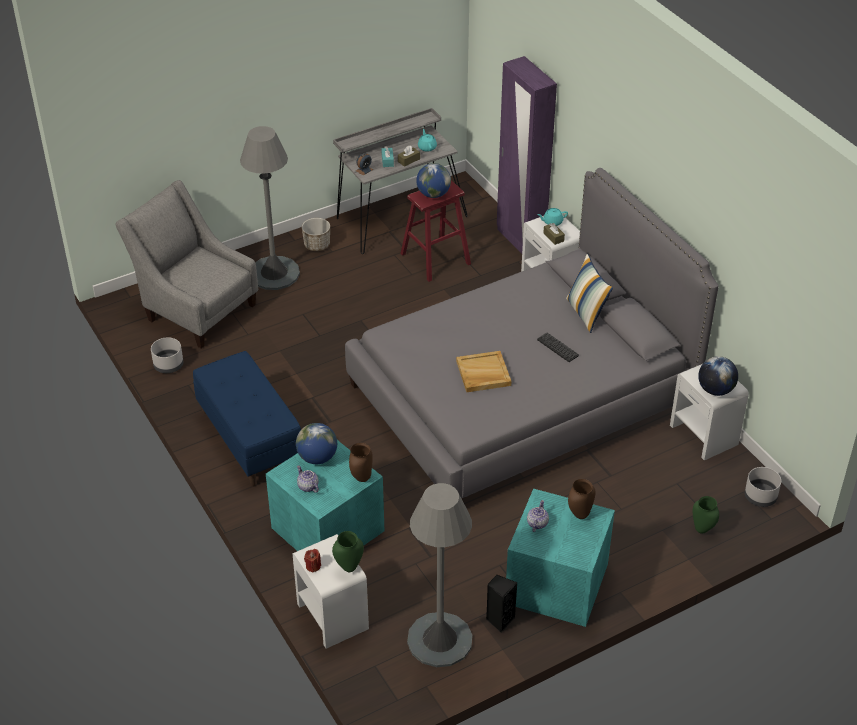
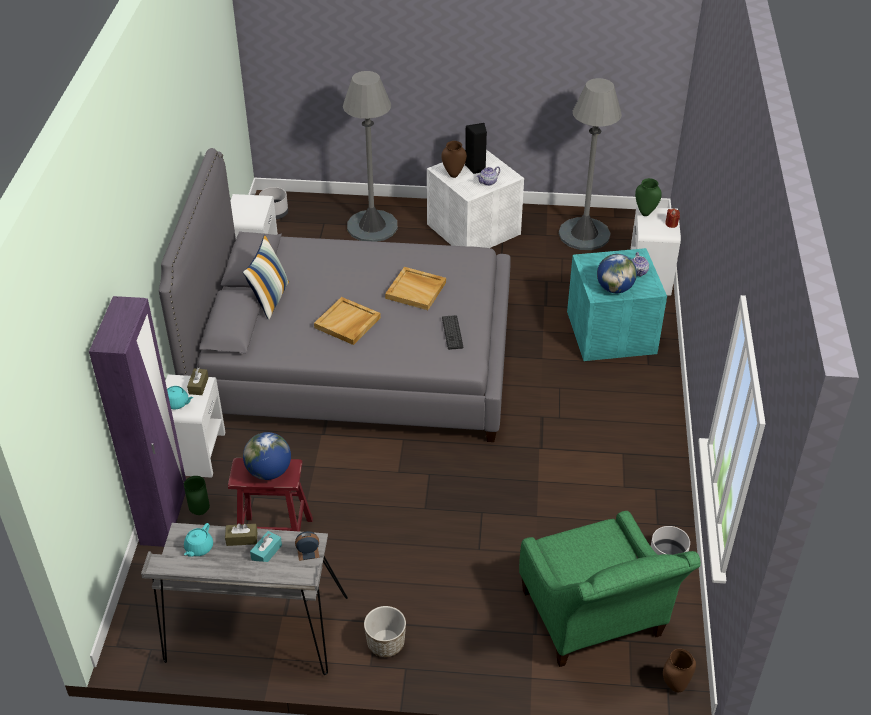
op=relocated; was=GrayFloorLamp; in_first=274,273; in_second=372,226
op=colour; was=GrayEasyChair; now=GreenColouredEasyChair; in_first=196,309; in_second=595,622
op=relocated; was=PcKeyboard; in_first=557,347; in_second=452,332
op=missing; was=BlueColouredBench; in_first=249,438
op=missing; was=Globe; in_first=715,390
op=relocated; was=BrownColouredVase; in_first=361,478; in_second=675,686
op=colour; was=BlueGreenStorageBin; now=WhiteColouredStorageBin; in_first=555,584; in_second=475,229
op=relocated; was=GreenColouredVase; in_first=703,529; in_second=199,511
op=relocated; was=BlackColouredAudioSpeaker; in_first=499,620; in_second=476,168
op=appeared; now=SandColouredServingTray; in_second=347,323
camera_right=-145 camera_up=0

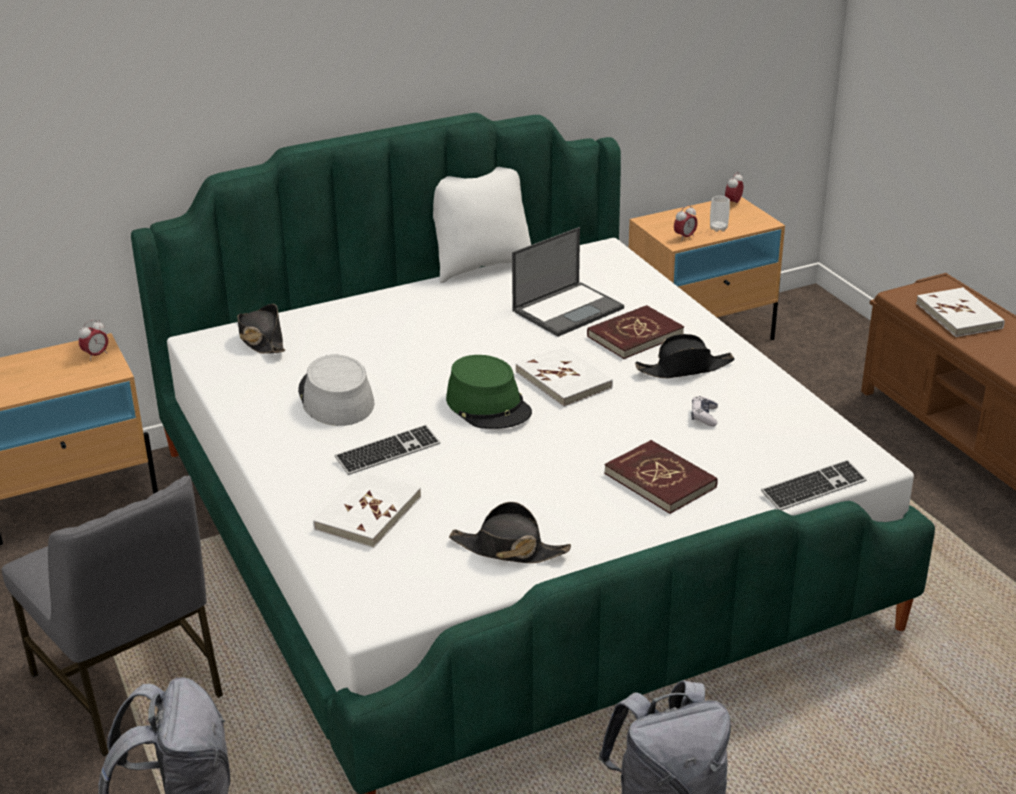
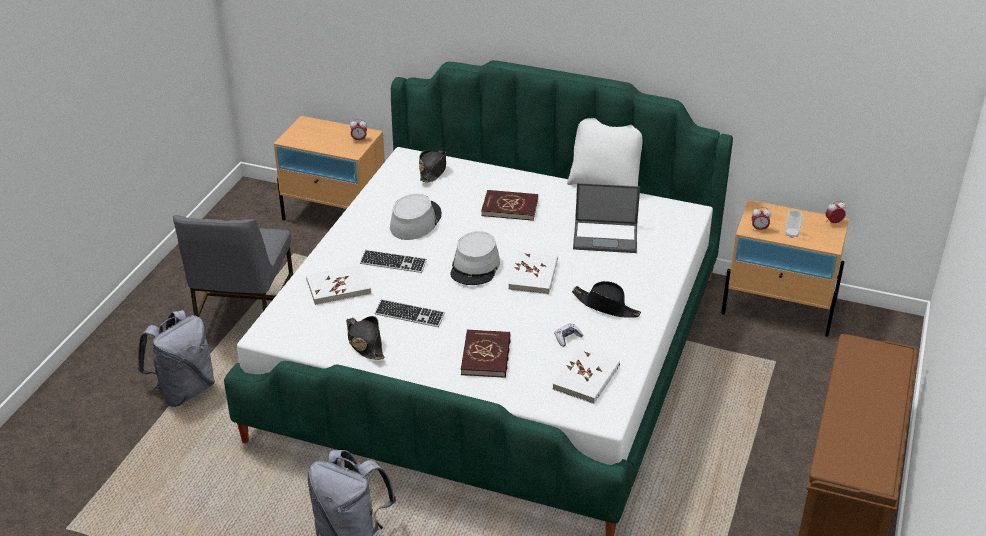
op=relocated; was=WhiteColouredBoundBook; in_first=959,316; in_second=586,378
op=relocated; was=RedBoundBook; in_first=634,335; in_second=510,207
op=colour; was=GreenColouredClothingHat; now=GrayClothingHat; in_first=489,406; in_second=475,267
op=relocated; was=PcKeyboard; in_first=813,488; in_second=409,315
camera_right=45 camera_up=5

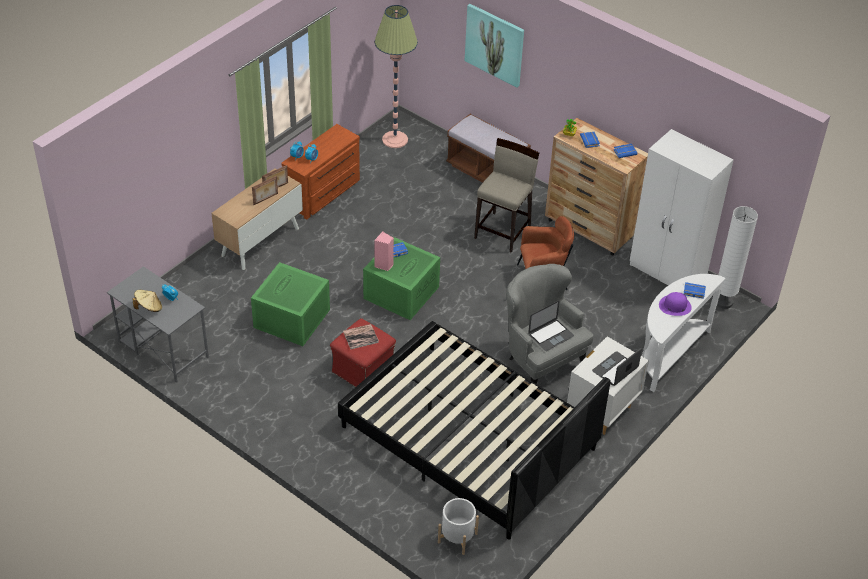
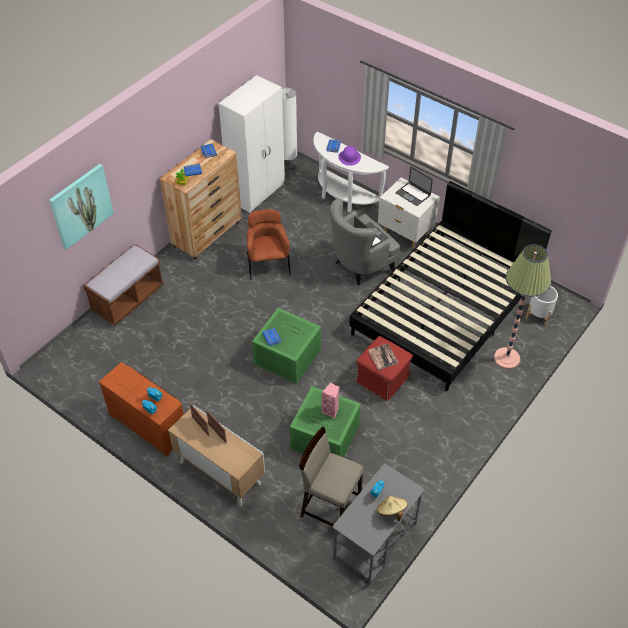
op=relocated; was=FloorLamp; in_first=395,140; in_second=507,358
op=relocated; was=SandColouredSittingStool; in_first=503,232; in_second=330,508
op=relocated; was=PinkAudioSpeaker; in_first=384,265; in_second=331,410
camera_right=-90 camera_up=5

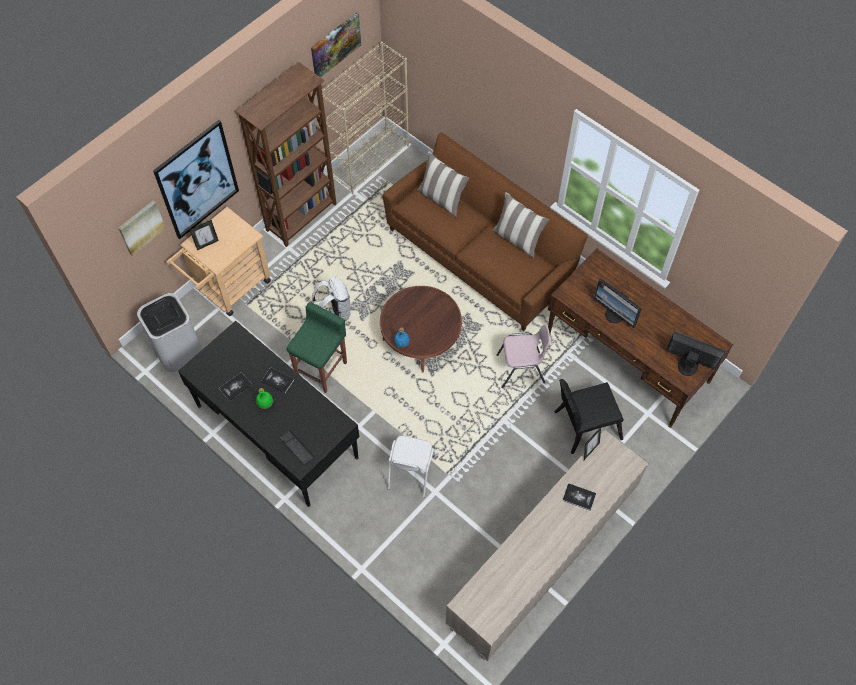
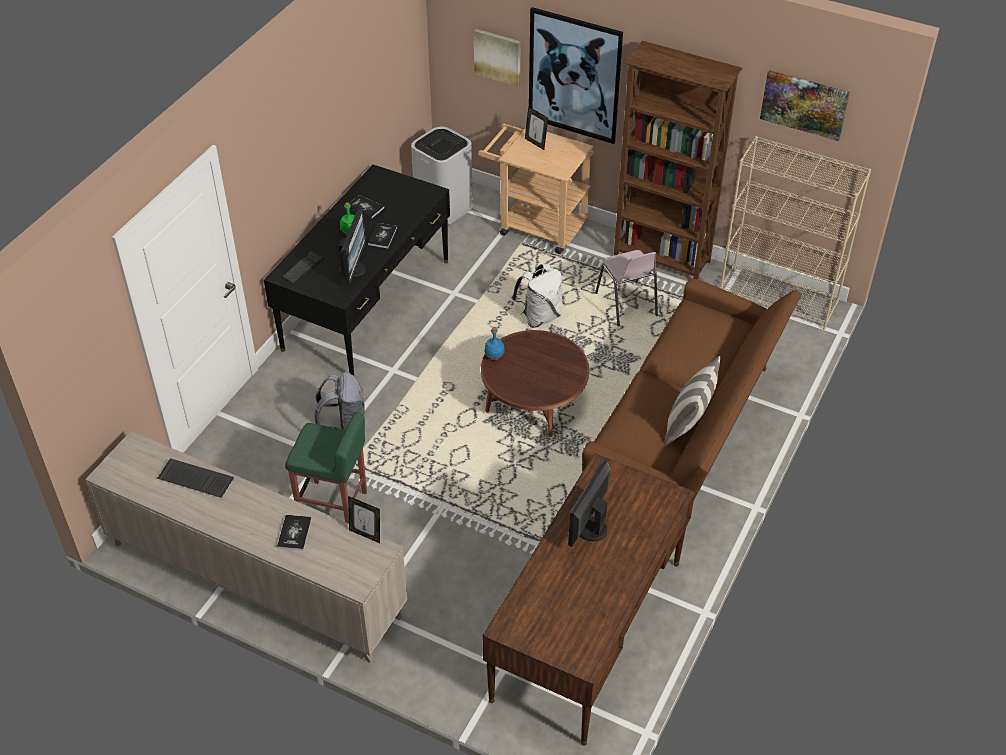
op=missing; was=Cushion; in_first=442,199
op=relocated; was=GreenColouredSittingStool; in_first=322,369; in_second=333,505
op=relocated; was=PinkUprightChair; in_first=521,369; in_second=626,305
op=relocated; was=Monitor; in_first=687,365; in_second=354,269
op=missing; was=BlackColouredUprightChair; in_first=583,425
op=exchanged; was=WhiteColouredUprightChair; now=GrayKnapsack; in_first=410,472; in_second=344,428
op=appeared; now=PcKeyboard; in_second=194,479
camera_right=75 camera_up=-15

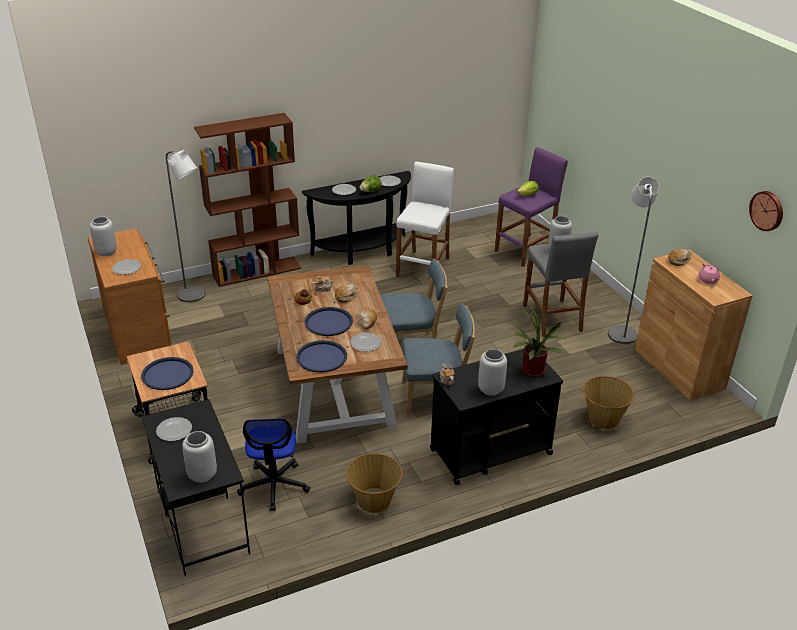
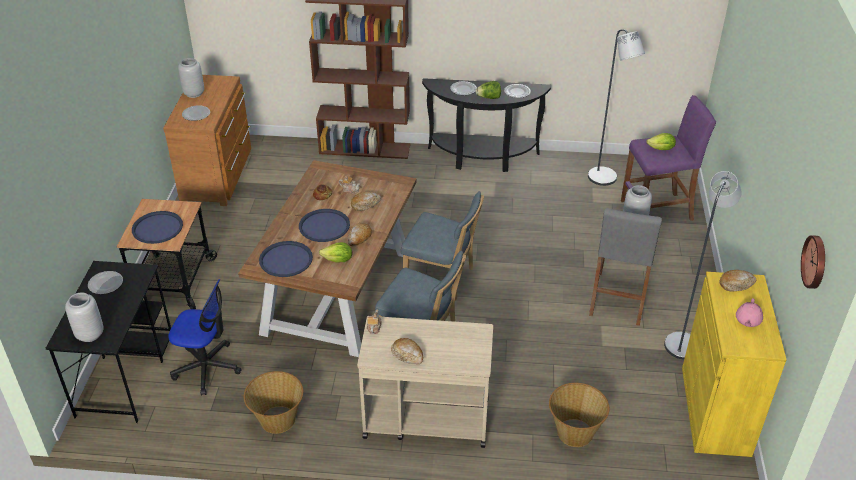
op=relocated; was=GrayFloorLamp; in_first=195,296; in_second=605,180
op=missing; was=WhiteColouredSittingStool; in_first=423,267
op=colour; was=BrownColouredStorageCabinet; now=YellowStorageCabinet; in_first=679,368; in_second=715,410
op=missing; was=Houseplant; in_first=531,371
op=exchanged; was=FlatDish; now=HeadOfLettuce; in_first=366,343; in_second=338,260
op=colour; was=BlackColouredWheeledCart; now=SandColouredWheeledCart; in_first=489,451; in_second=425,418
op=exchanged; was=GrayVase; now=Bread; in_first=491,389; in_second=407,355
op=spun; was=OfficeChair; in_first=274,486; in_second=207,368; clockwise=-105
camera_right=30 camera_up=5

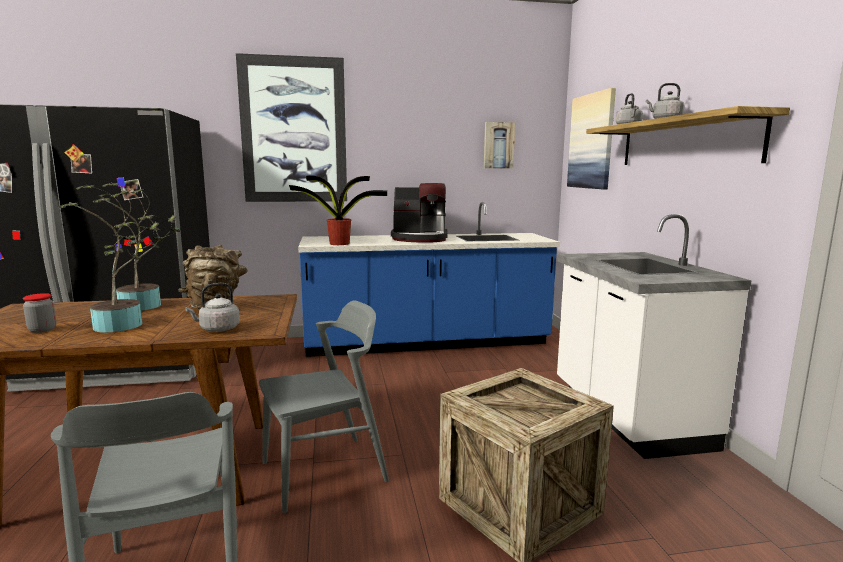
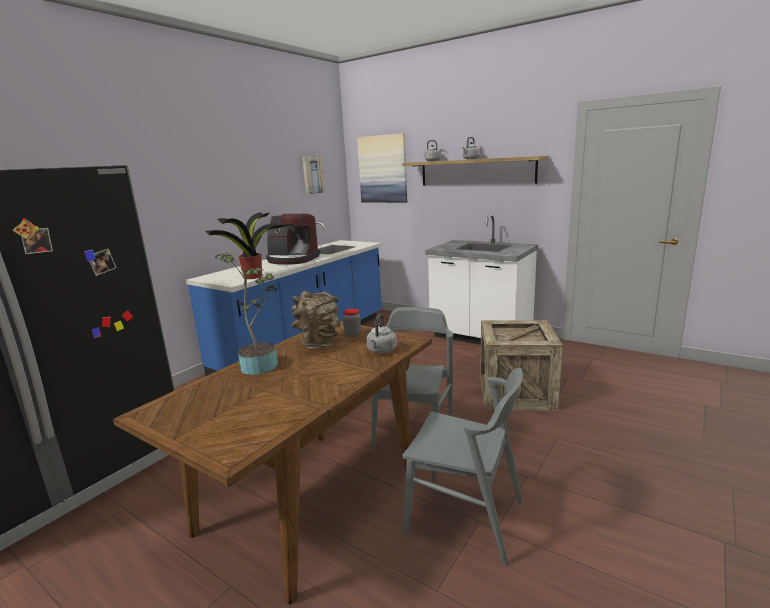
op=missing; was=WallArt; in_first=294,130
op=spun; was=CoffeeMachine; in_first=420,239; in_second=292,259; clockwise=60
op=missing; was=Houseplant; in_first=124,325
op=relocated; was=Jar; in_first=42,330; in_second=352,334
camera_right=-45 camera_up=5

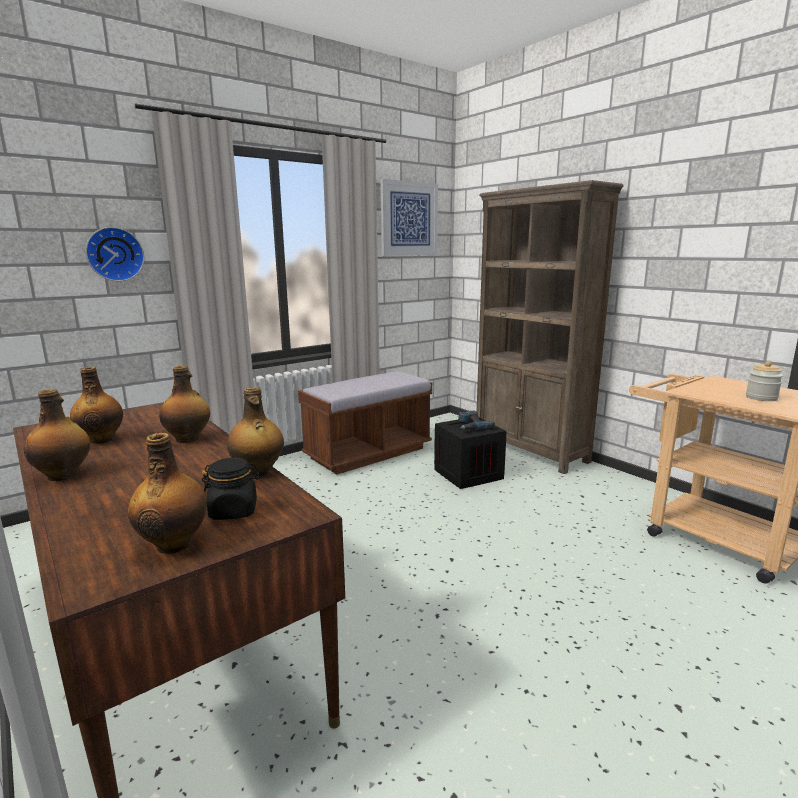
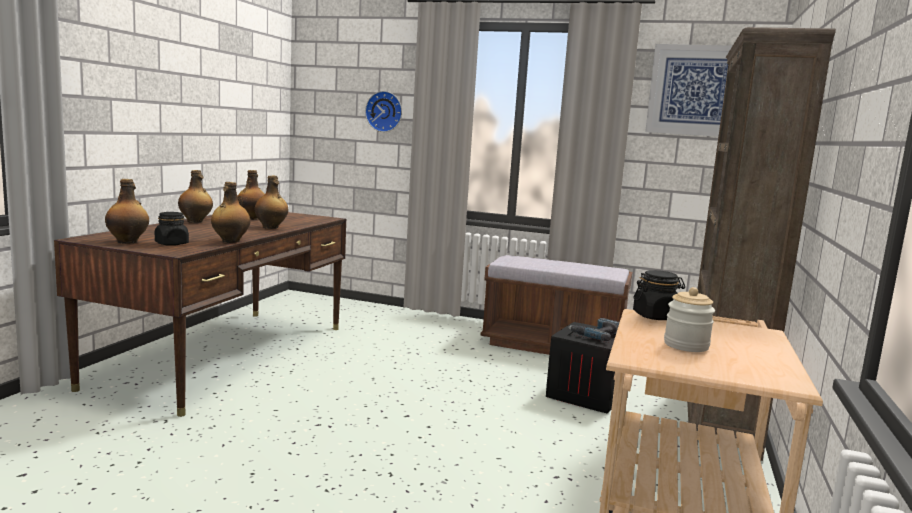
op=appeared; now=BlackColouredJar; in_second=656,316
camera_right=55 camera_up=-5

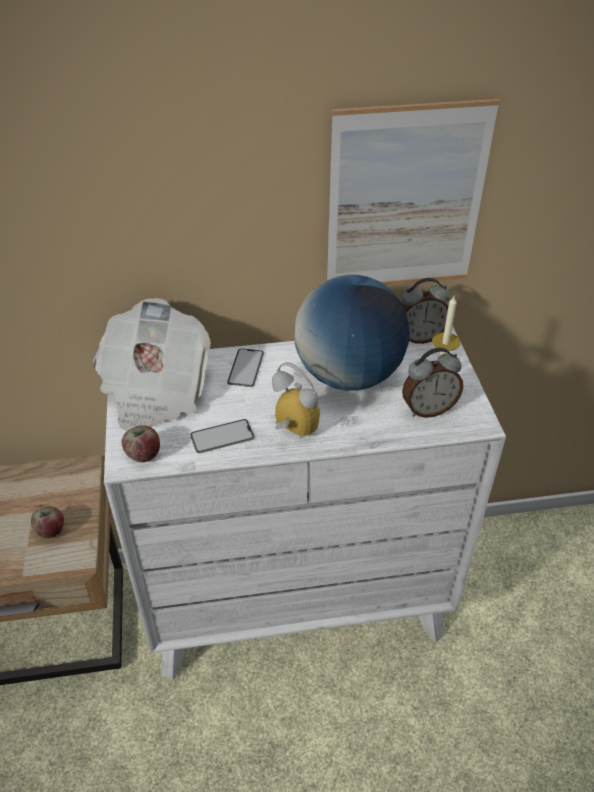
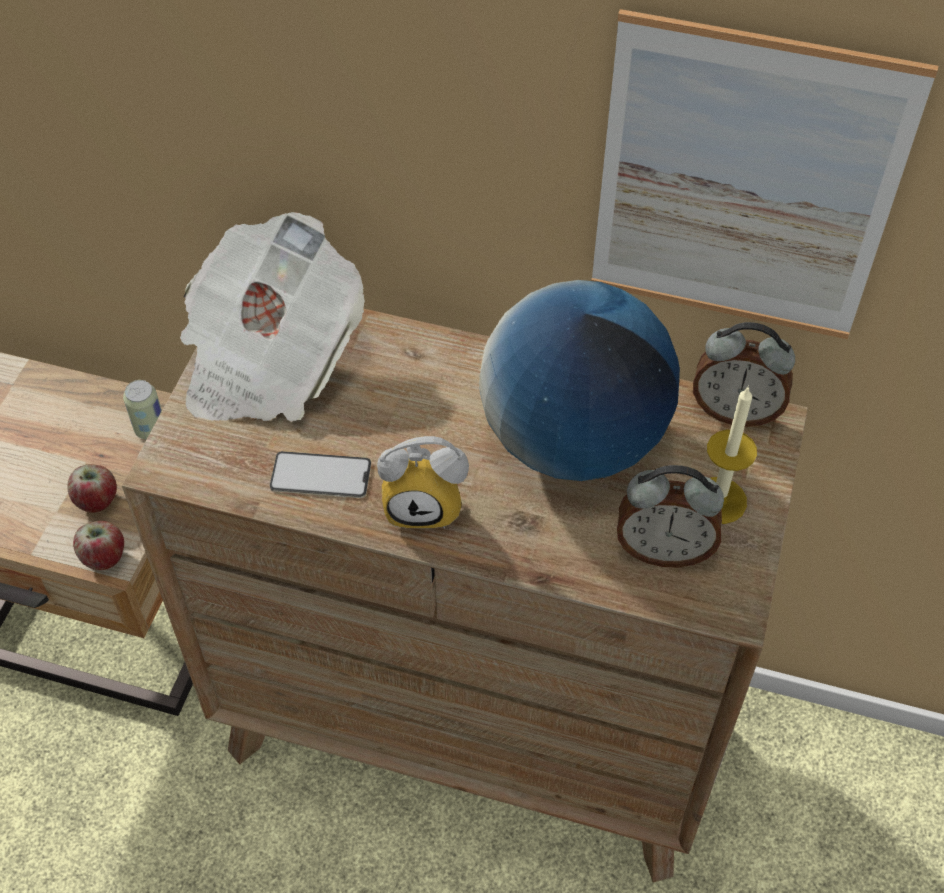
op=colour; was=WhiteColouredDresser; now=BrownColouredDresser; in_first=297,601; in_second=472,724
op=missing; was=Handset; in_first=246,368
op=spun; was=AlarmClock; in_first=290,430; in_second=425,504; clockwise=120
op=relocated; was=WholeApple; in_first=144,454; in_second=104,557
op=appeared; now=SealedCan; in_second=150,428
camera_right=25 camera_up=10

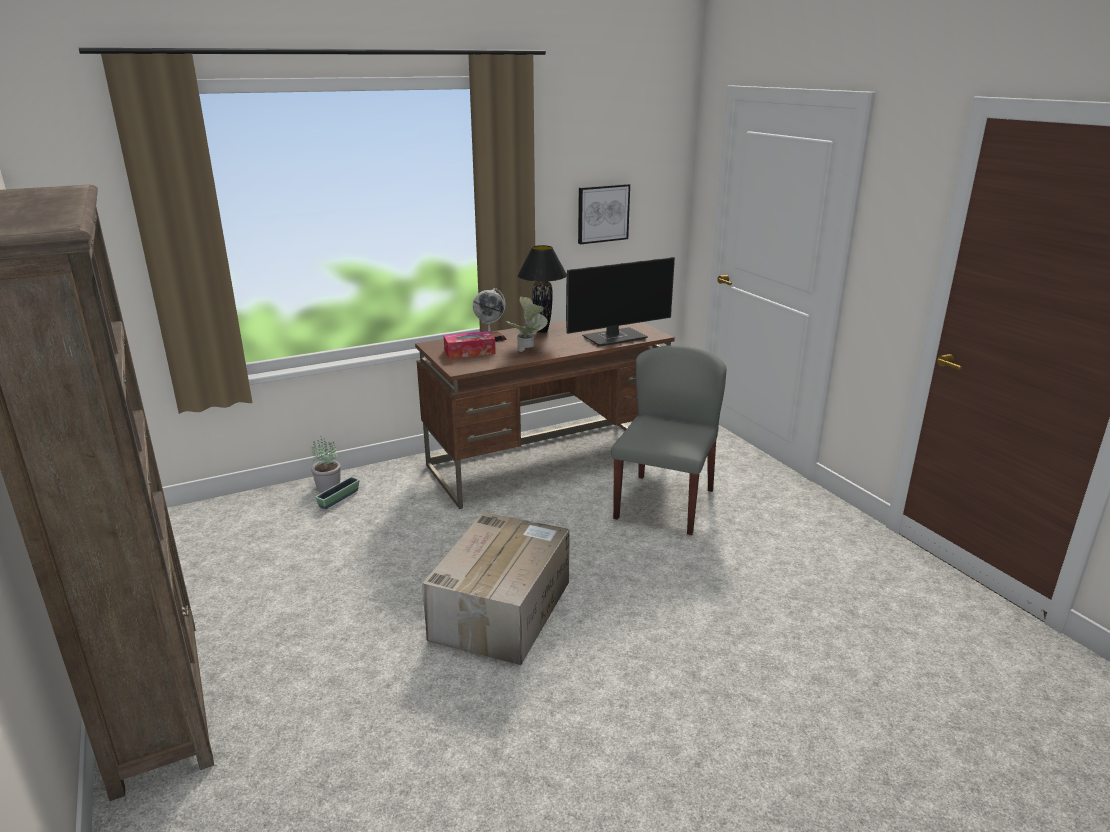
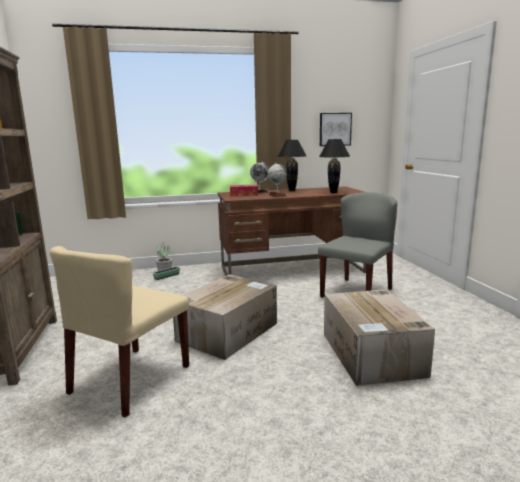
op=exchanged; was=Monitor; now=BlackColouredTabletopLamp; in_first=615,337; in_second=333,192
op=exchanged; was=Houseplant; now=Globe; in_first=528,351; in_second=277,195
op=appeared; now=SandColouredUprightChair; in_second=130,379
op=appeared; now=Carton; in_second=372,354
camera_right=15 camera_up=-10

